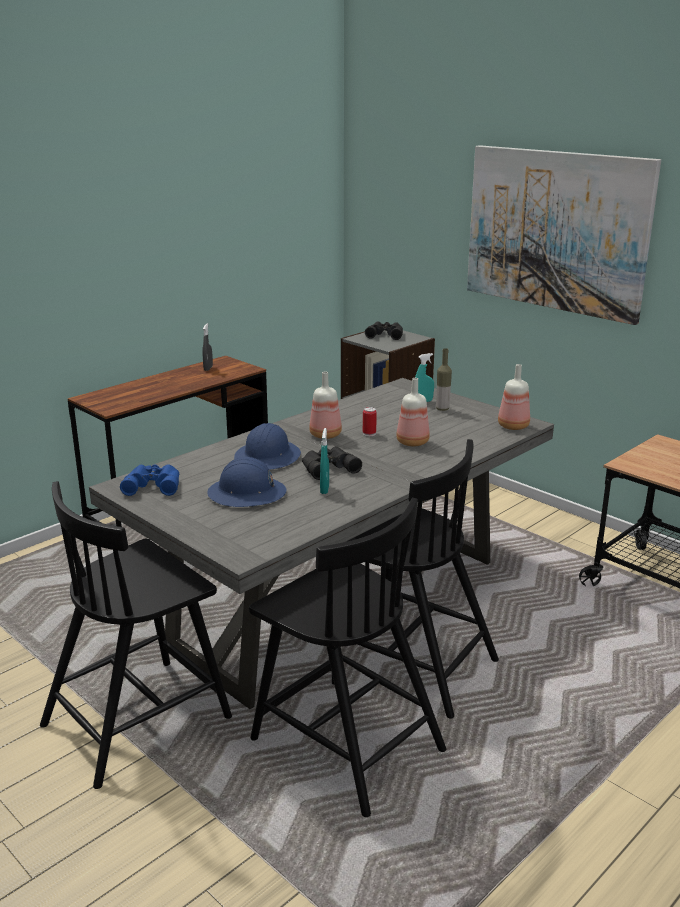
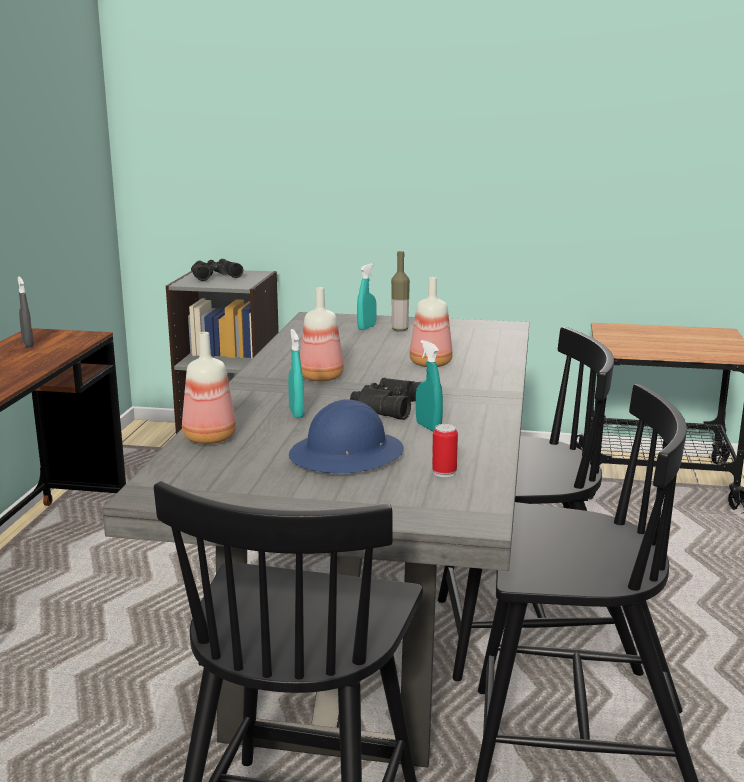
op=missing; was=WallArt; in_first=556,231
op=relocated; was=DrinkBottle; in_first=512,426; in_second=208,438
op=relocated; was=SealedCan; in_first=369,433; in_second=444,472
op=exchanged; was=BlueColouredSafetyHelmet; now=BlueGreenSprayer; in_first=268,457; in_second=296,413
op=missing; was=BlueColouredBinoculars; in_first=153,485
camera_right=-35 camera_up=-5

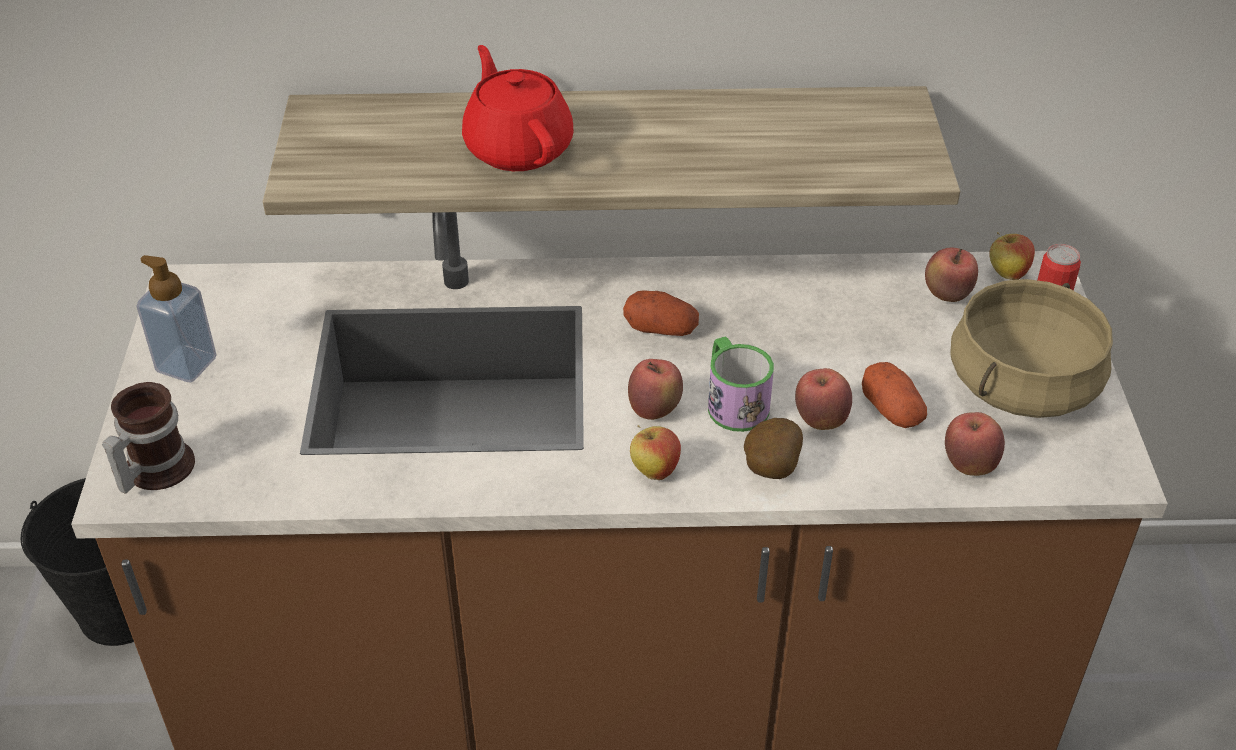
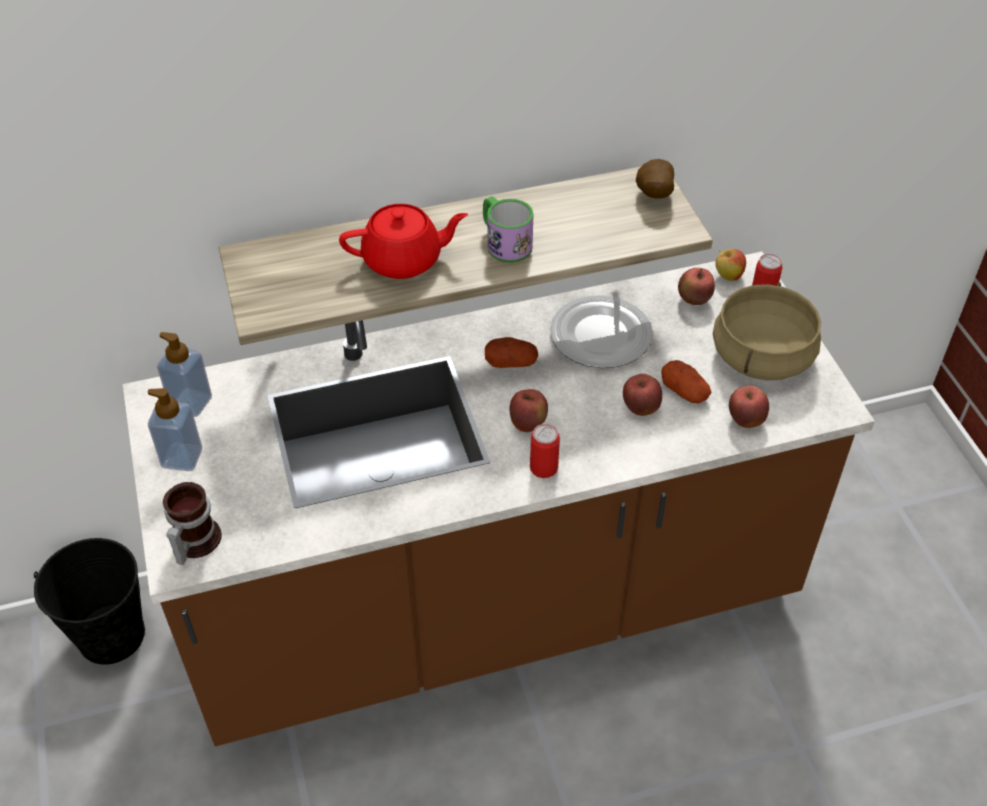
op=spun; was=RedTeapot; in_first=518,147; in_second=404,260; clockwise=120
op=relocated; was=CoffeeMug; in_first=733,401; in_second=504,242
op=relocated; was=WholePotato; in_first=769,470; in_second=653,196
op=exchanged; was=WholeApple; now=SealedCan; in_first=654,470; in_second=543,468
op=appeared; now=FlatDish; in_second=601,336
op=appeared; now=SoapDispenser; in_second=191,403
camera_right=-15 camera_up=5

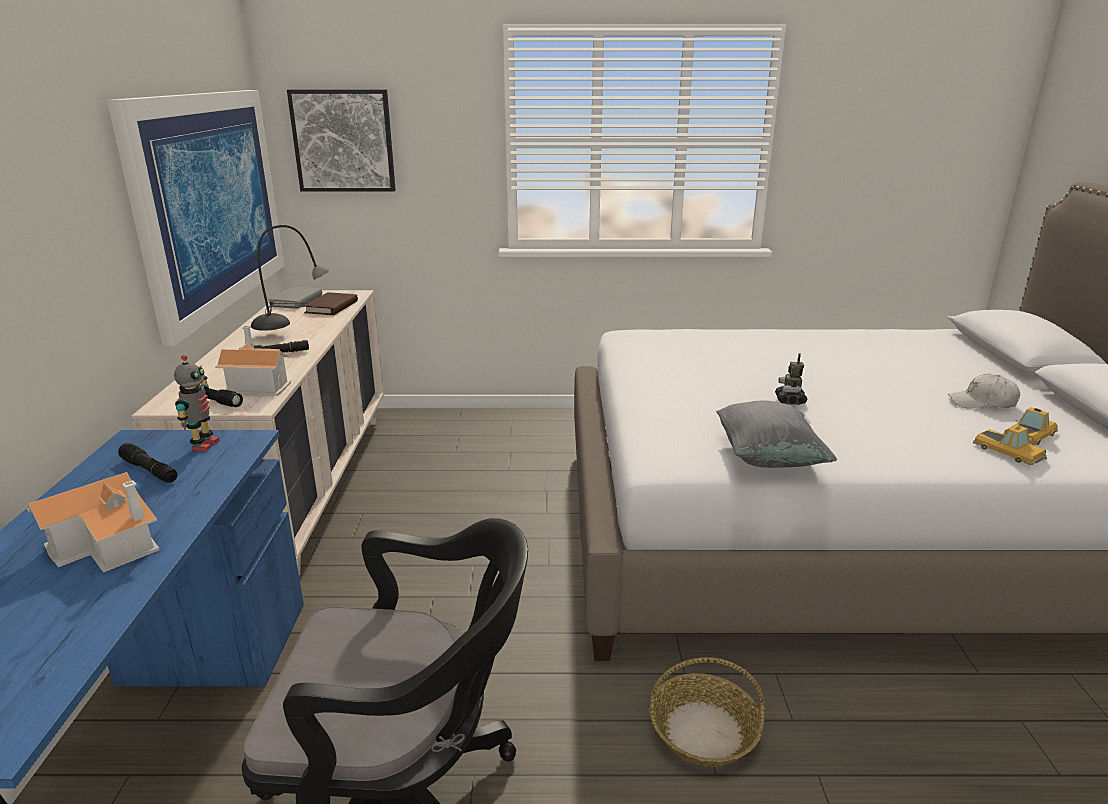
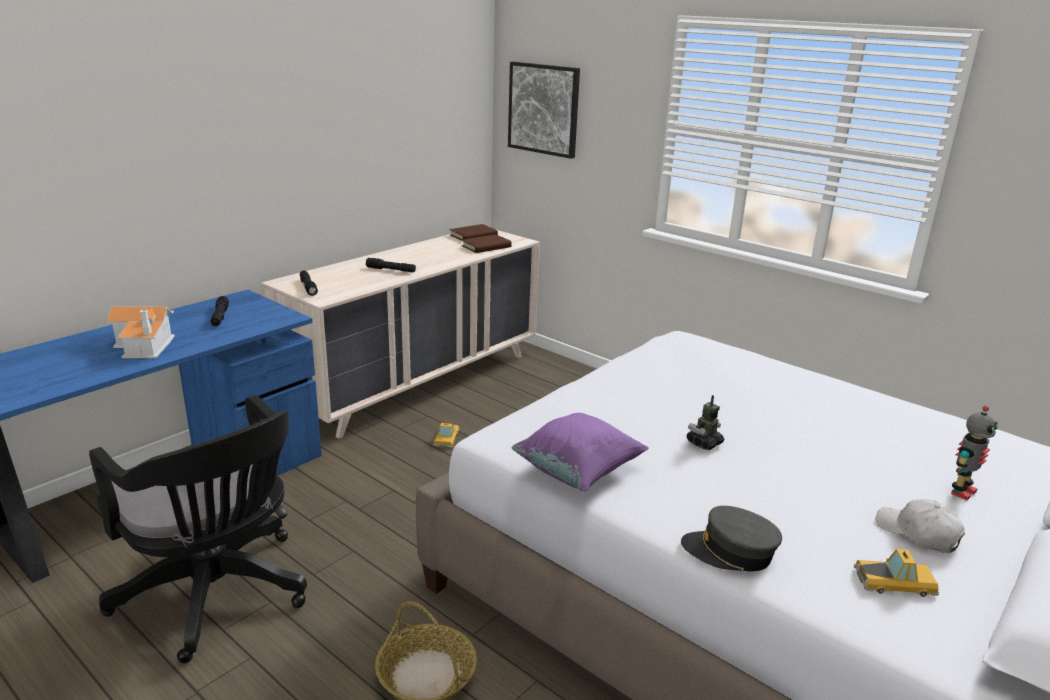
op=missing; was=WallArt; in_first=210,202
op=missing; was=GrayTabletopLamp; in_first=285,329
op=colour; was=GrayBoundBook; now=BrownColouredBoundBook; in_first=296,301; in_second=473,236
op=missing; was=MiniatureHouse; in_first=257,383
op=relocated; was=ModelRobot; in_first=204,445; in_second=961,491
op=colour; was=GrayCushion; now=PurpleColouredCushion; in_first=768,458; in_second=578,473
op=relocated; was=ModelCar; in_first=1009,452; in_second=446,438
op=appeared; now=GrayBaseballCap; in_second=729,552
camera_right=40 camera_up=0

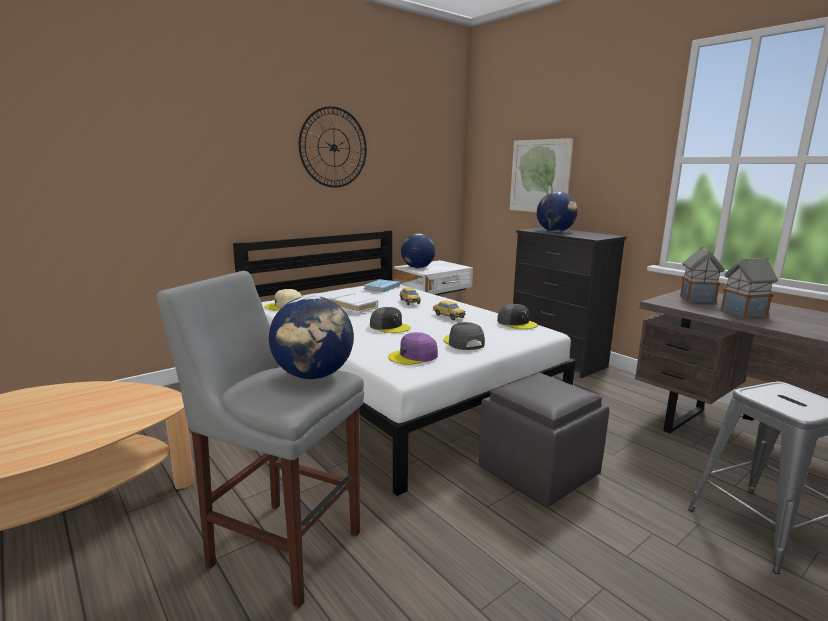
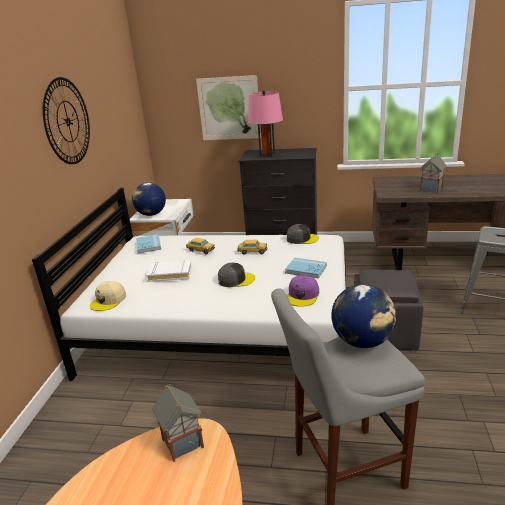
op=exchanged; was=Globe; now=PinkTabletopLamp; in_first=555,231; in_second=267,155
op=relocated; was=MiniatureHouse; in_first=696,299; in_second=182,442
op=exchanged; was=GrayBaseballCap; now=BlueColouredBoundBook; in_first=463,342; in_second=306,269
camera_right=-40 camera_up=10

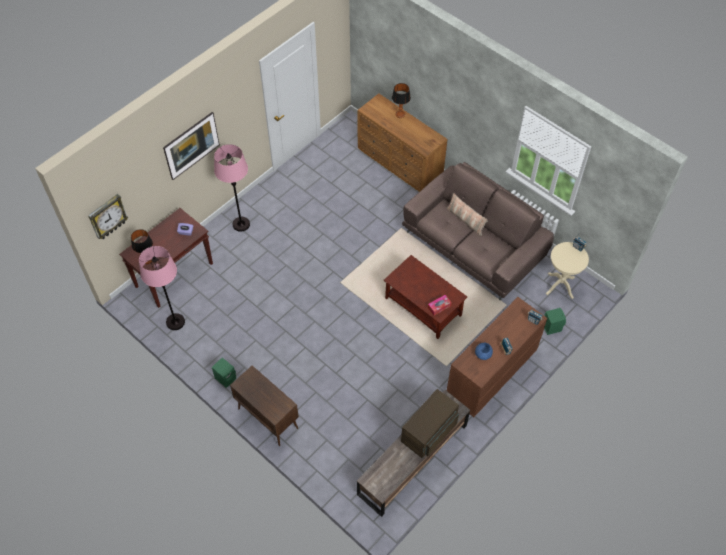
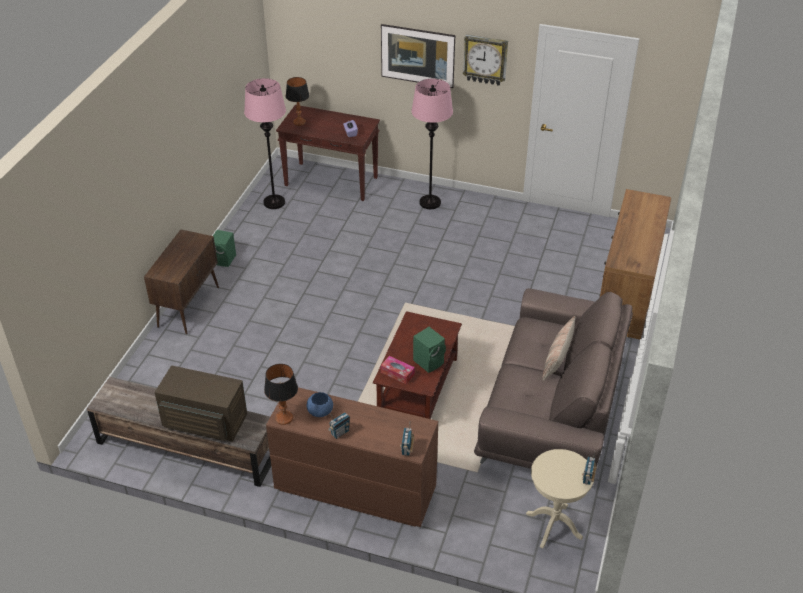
op=relocated; was=TabletopLamp; in_first=400,114; in_second=284,418
op=relocated; was=HangingClock; in_first=107,217; in_second=485,59
op=relocated; was=GreenColouredAudioSpeaker; in_first=551,326; in_second=429,361
camera_right=65 camera_up=-15

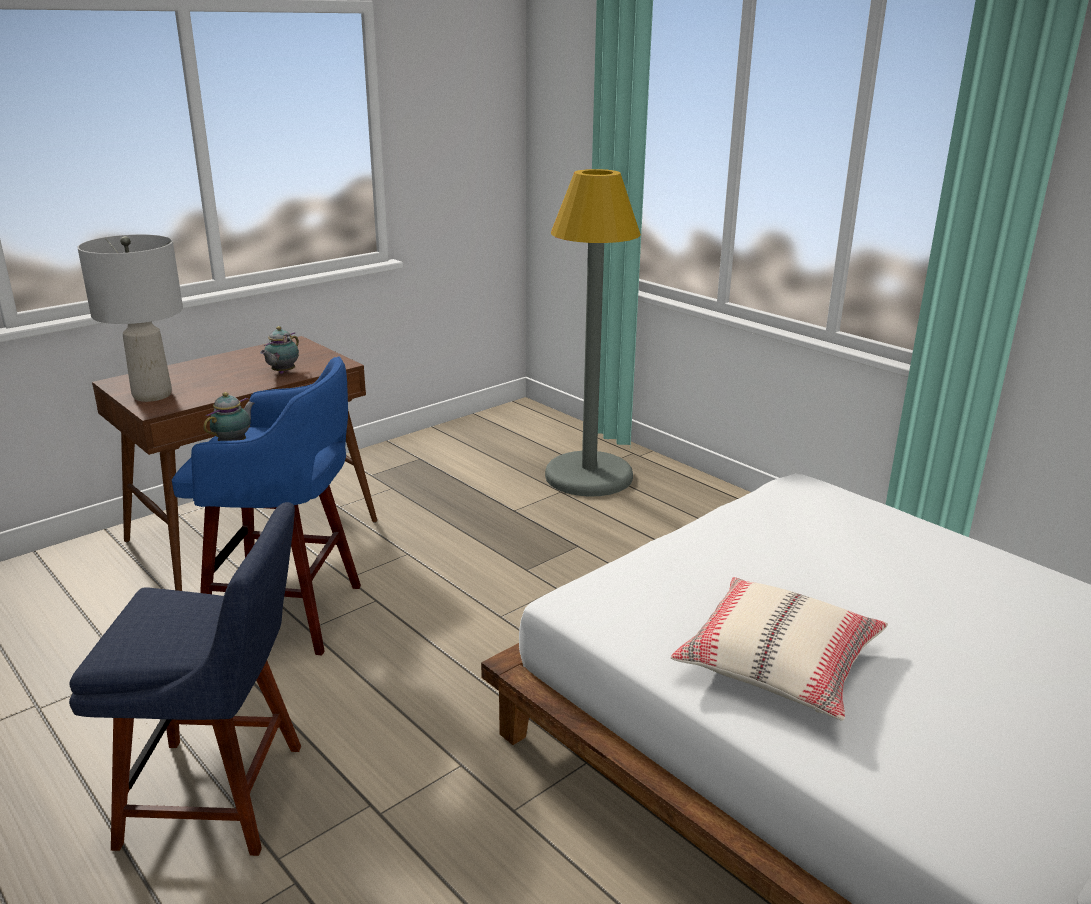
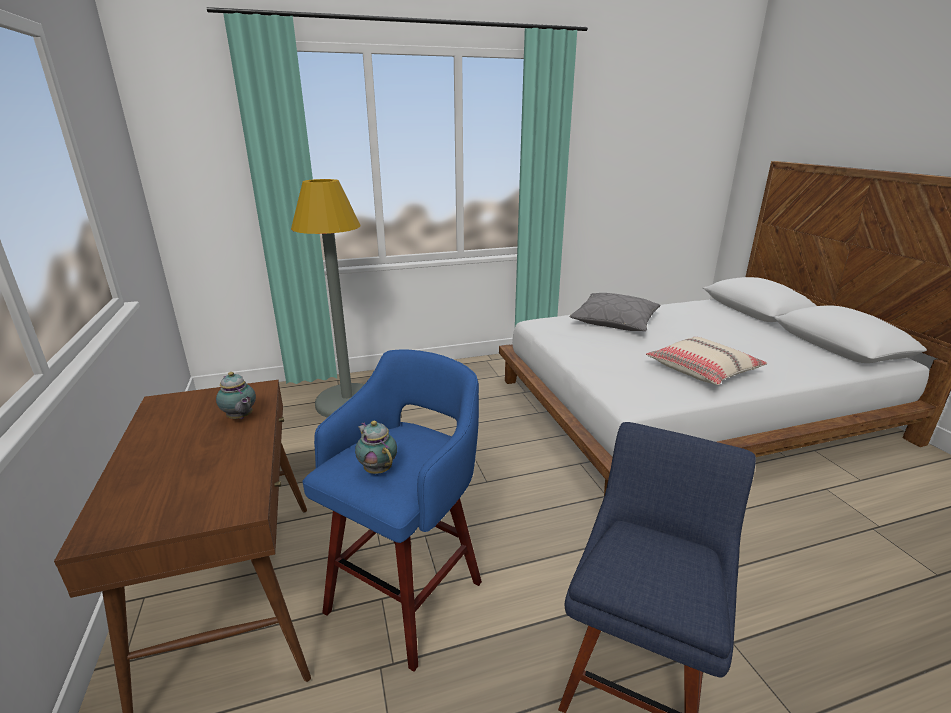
op=missing; was=GrayTabletopLamp; in_first=151,395
op=appeared; now=GrayCushion; in_second=615,321
camera_right=-65 camera_up=0

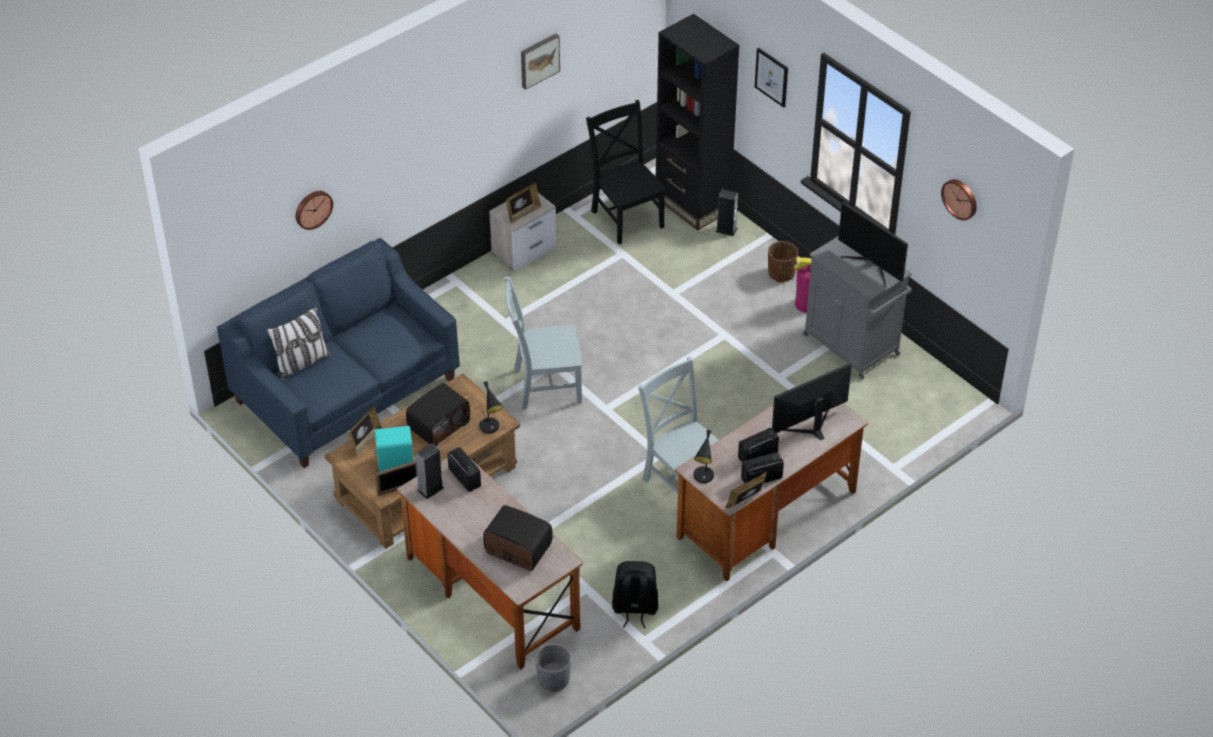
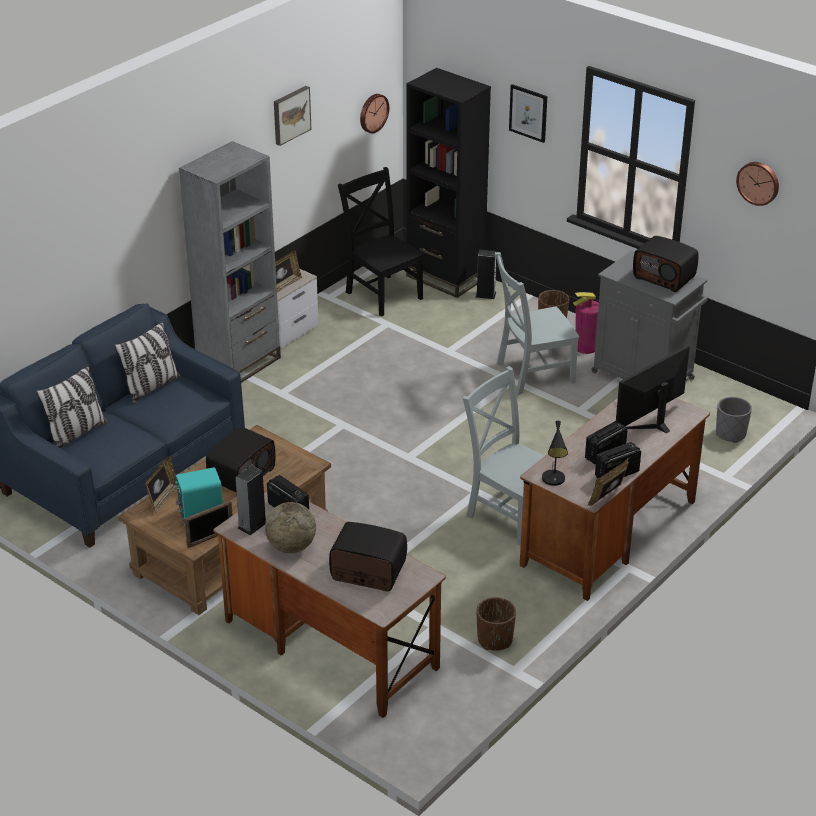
op=relocated; was=HangingClock; in_first=312,209; in_second=372,112
op=exchanged; was=Monitor; now=Radio; in_first=872,265; in_second=665,277
op=relocated; was=GrayUprightChair; in_first=544,386; in_second=532,373
op=missing; was=BlackColouredTabletopLamp; in_first=491,428
op=exchanged; was=BlackColouredKnapsack; now=BrownColouredFlowerPot; in_first=634,609; in_second=494,640
op=relocated; was=GrayFlowerPot; in_first=554,679; in_second=731,434
op=appeared; now=GrayBookcase; in_second=239,364
op=appeared; now=Cushion; in_second=151,387
op=appeared; now=Globe; in_second=291,547
camera_right=-10 camera_up=-10

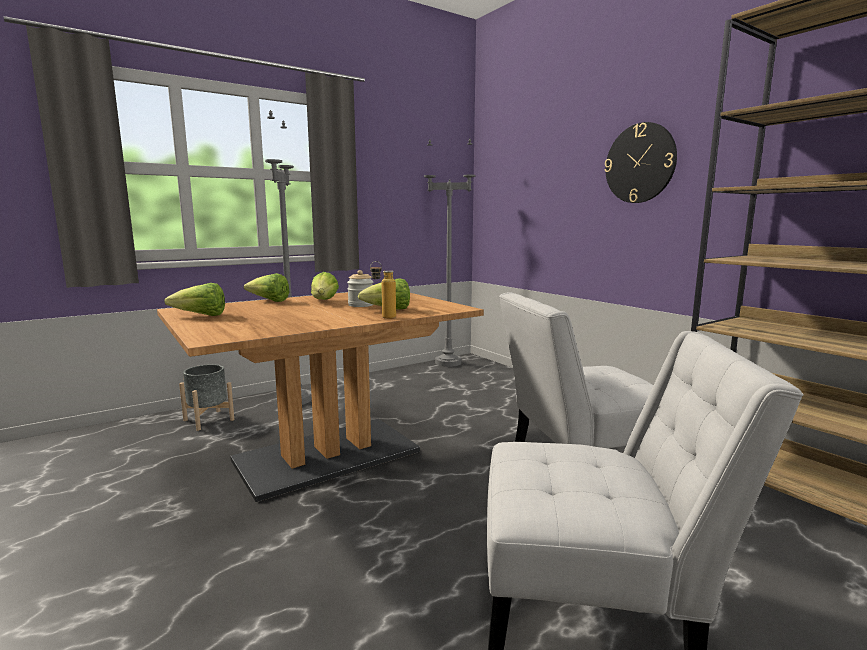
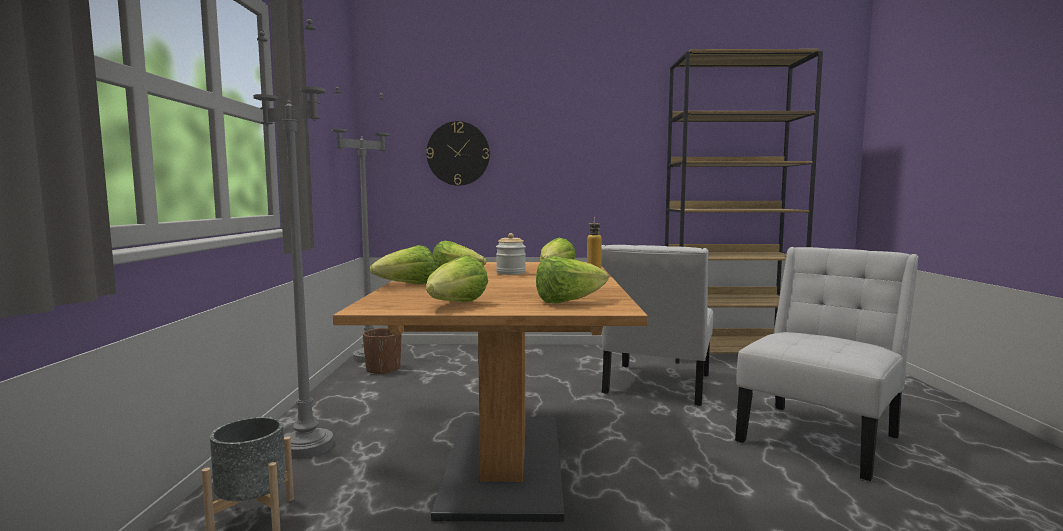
op=relocated; was=HangingClock; in_first=640,163; in_second=458,153
op=appeared; now=HeadOfLettuce; in_second=568,302
op=appeared; now=BrownColouredFlowerPot; in_second=383,370
camera_right=-55 camera_up=-5

